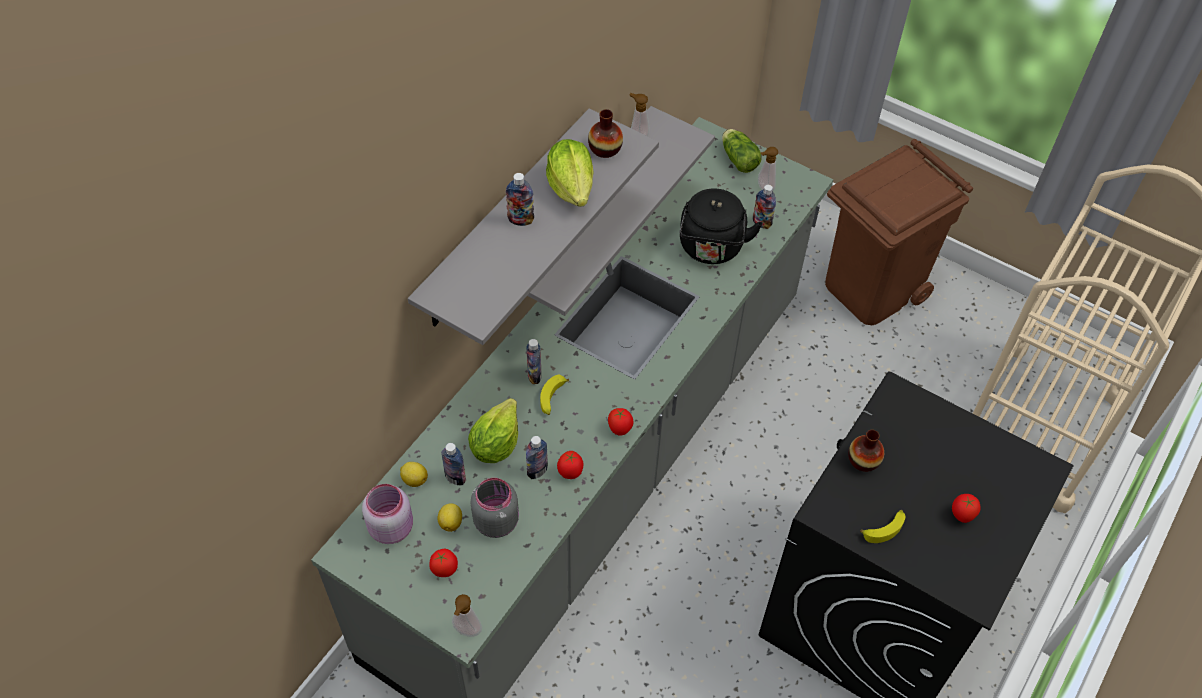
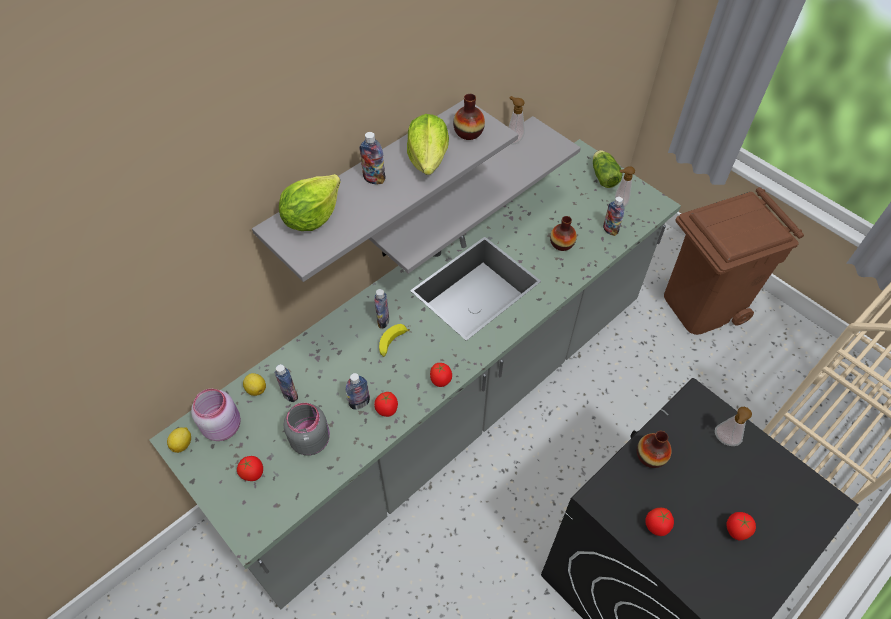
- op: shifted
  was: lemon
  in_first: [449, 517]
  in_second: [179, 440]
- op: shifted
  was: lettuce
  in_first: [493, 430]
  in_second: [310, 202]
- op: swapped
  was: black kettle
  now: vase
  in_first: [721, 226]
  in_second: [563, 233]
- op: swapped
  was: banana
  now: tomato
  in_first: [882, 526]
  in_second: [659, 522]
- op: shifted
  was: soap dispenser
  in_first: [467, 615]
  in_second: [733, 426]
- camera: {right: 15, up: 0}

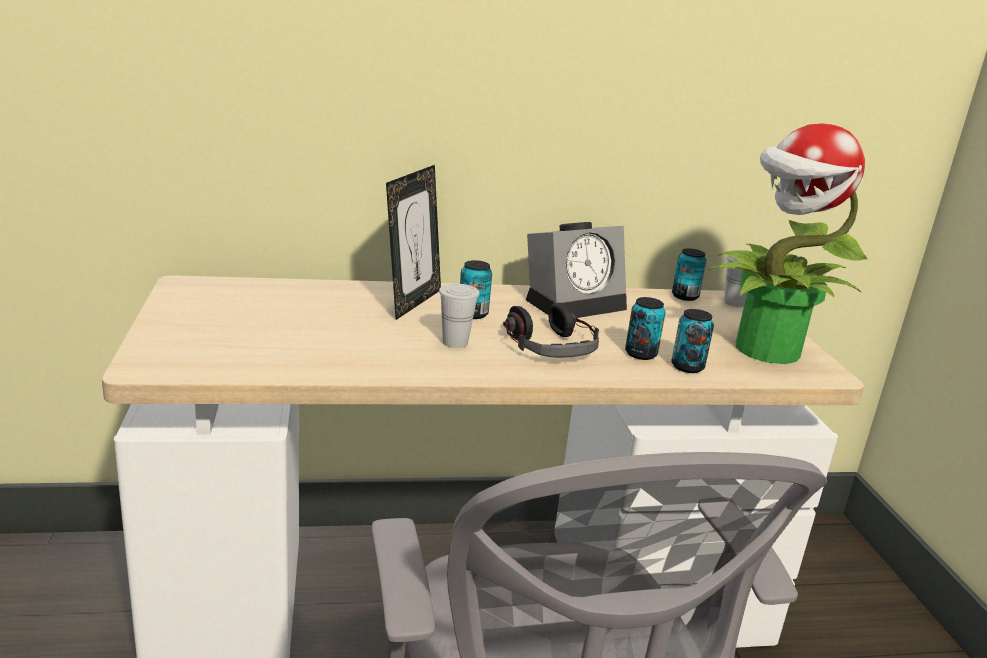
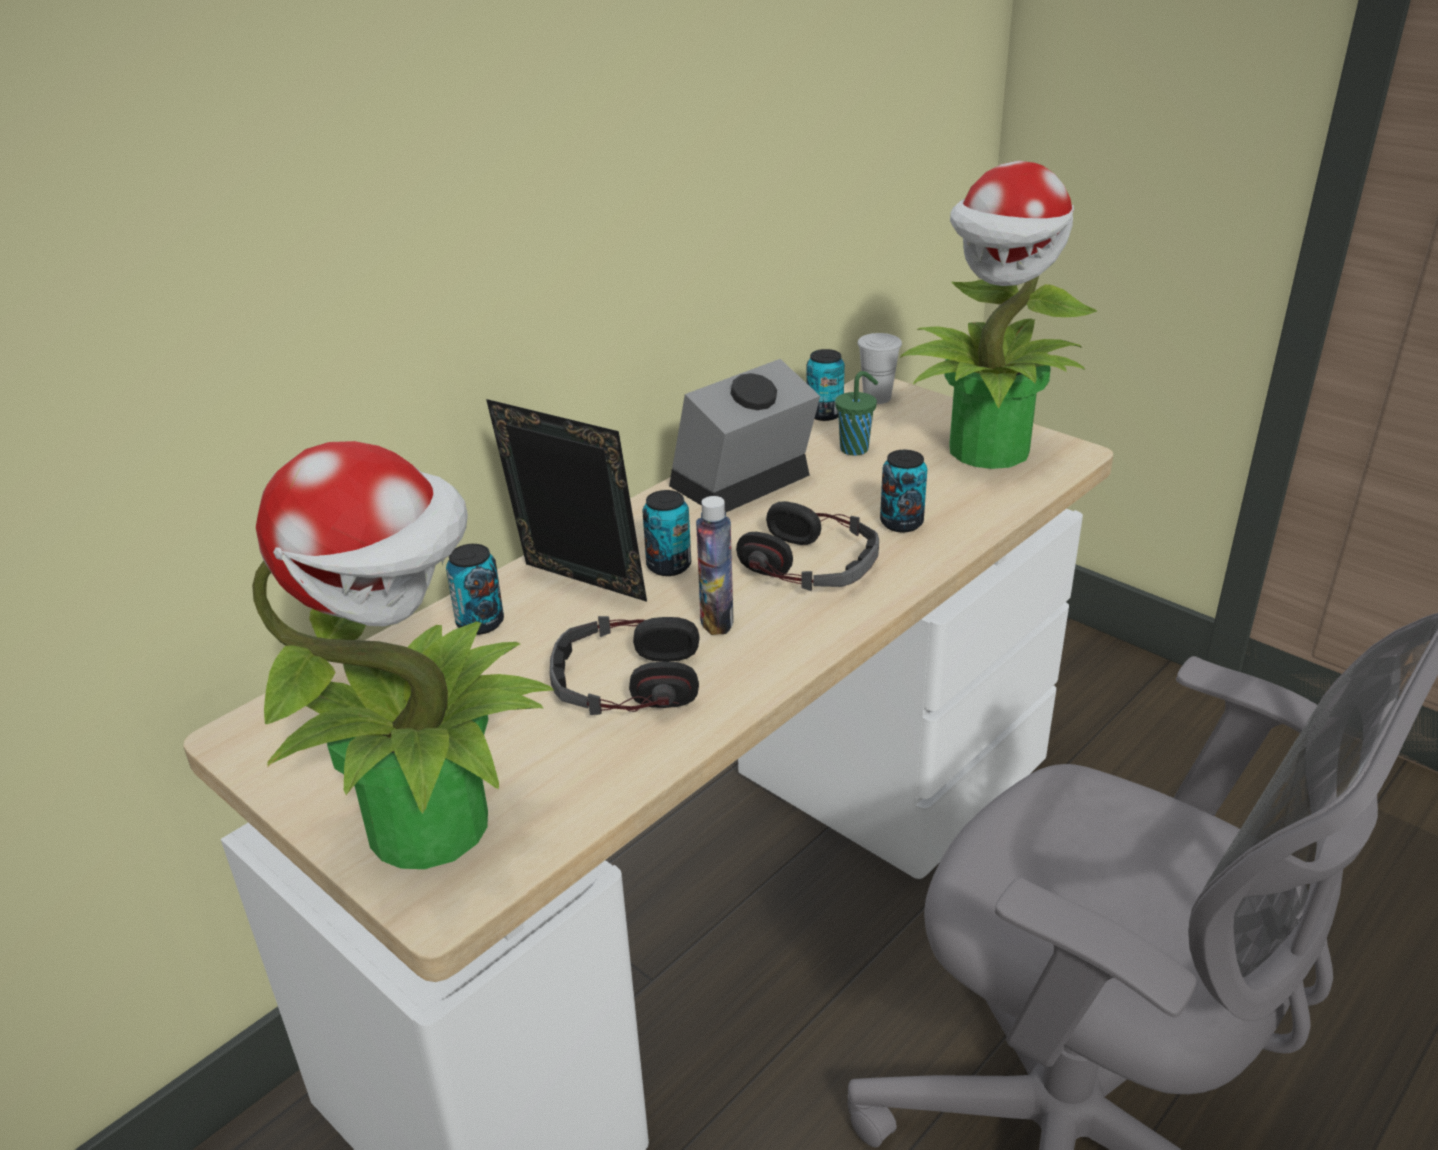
- op: new
  now: potted plant
  in_second: [403, 655]
- op: shifted
  was: can
  in_first: [692, 341]
  in_second: [475, 589]
- op: rotated
  was: picture frame
  in_first: [413, 242]
  in_second: [566, 500]
  clockwise: -45
- op: new
  now: headphones
  in_second: [624, 665]
- op: rotated
  was: alarm clock
  in_first: [576, 270]
  in_second: [744, 435]
  clockwise: -150
- op: swapped
  was: white cup
  now: bottle
  in_first: [459, 316]
  in_second: [715, 565]
- op: new
  now: green cup
  in_second: [856, 413]
- camera: {right: -35, up: 10}

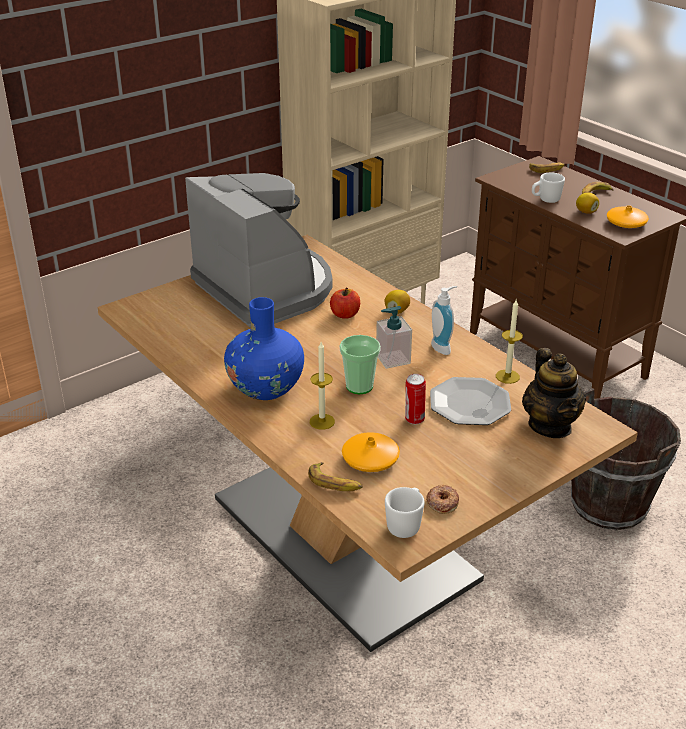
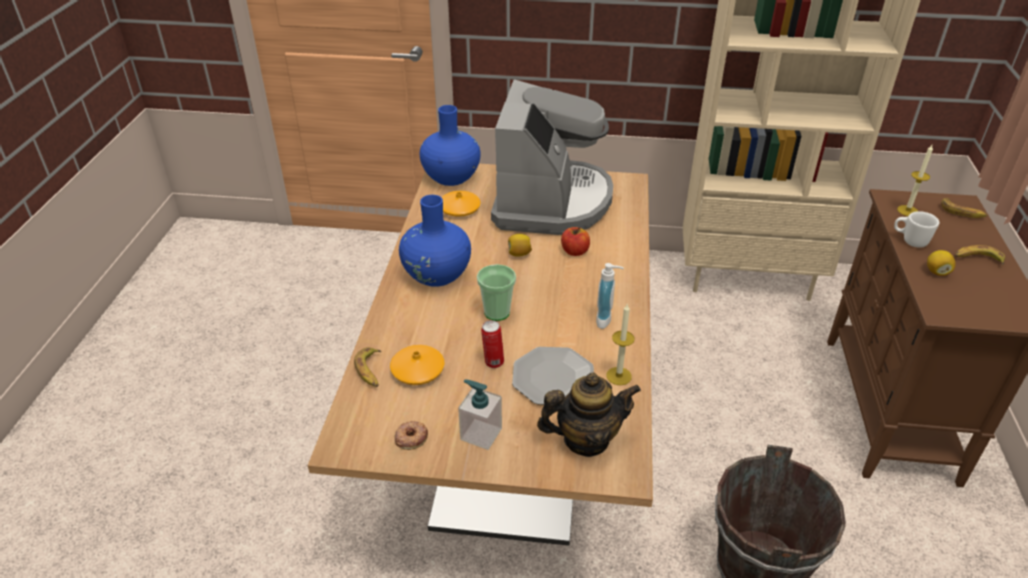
- op: new
  now: blue vase
  in_second: [450, 145]
- op: shifted
  was: orange vase
  in_first: [628, 216]
  in_second: [461, 204]
- op: shifted
  was: soap dispenser
  in_first: [394, 337]
  in_second: [480, 414]
- op: shifted
  was: lemon
  in_first: [397, 302]
  in_second: [520, 245]
- op: rotated
  was: teapot
  in_first: [554, 393]
  in_second: [589, 415]
  clockwise: -135
- op: shifted
  was: candle
  in_first: [322, 386]
  in_second: [915, 180]
- op: gone
  was: white mug
  in_first: [405, 512]
- camera: {right: 45, up: 5}

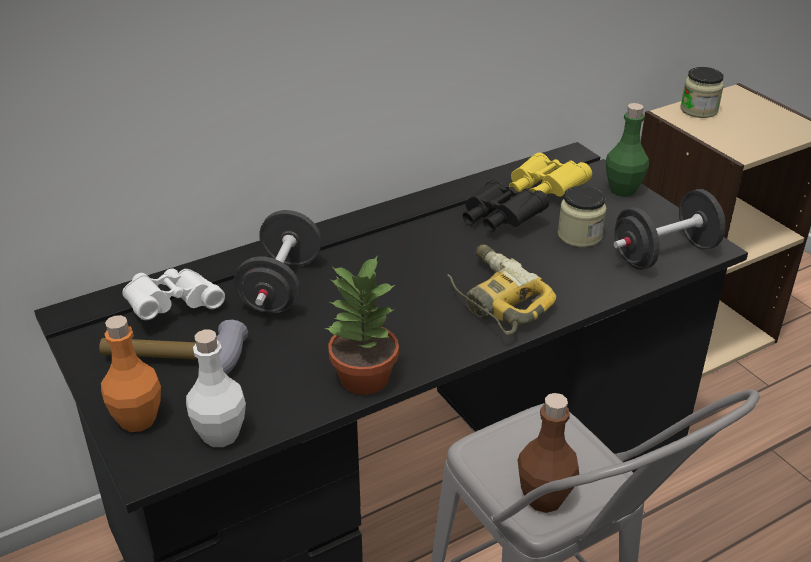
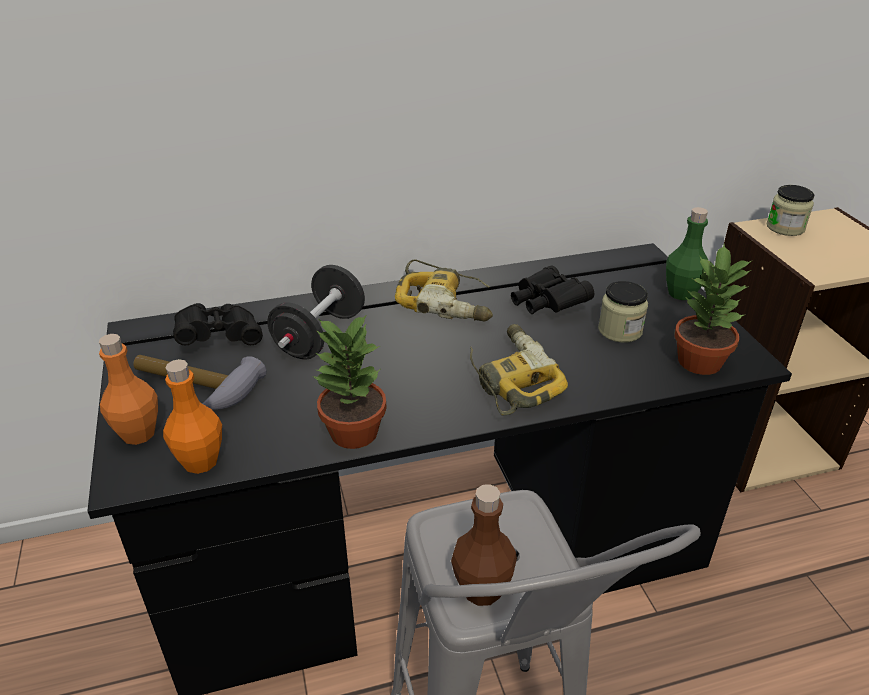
- op: repainted
  was: white bottle
  now: orange bottle
  in_first: [216, 388]
  in_second: [192, 416]
- op: repainted
  was: white binoculars
  now: black binoculars
  in_first: [173, 294]
  in_second: [218, 324]
- op: new
  now: power drill
  in_second: [444, 290]
- op: swapped
  was: black dumbbell
  now: potted plant
  in_first: [669, 229]
  in_second: [712, 309]
- op: gone
  was: yellow binoculars
  in_first: [550, 175]
- camera: {right: 15, up: 0}

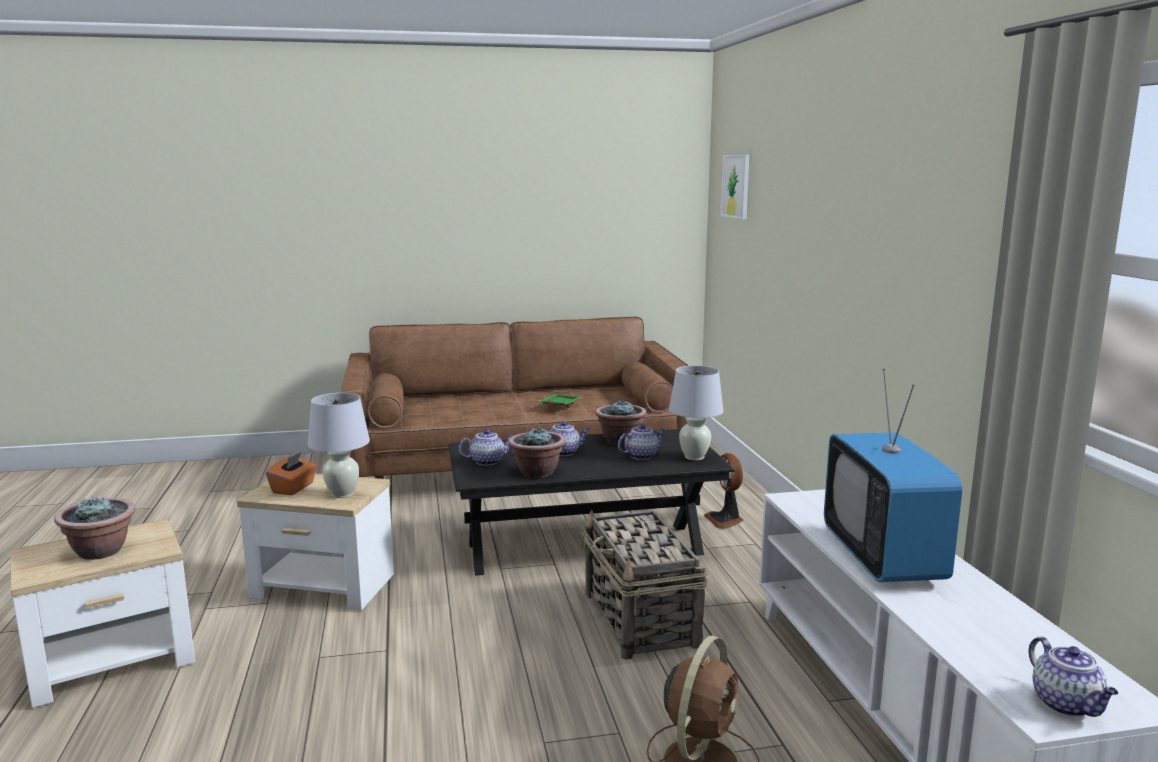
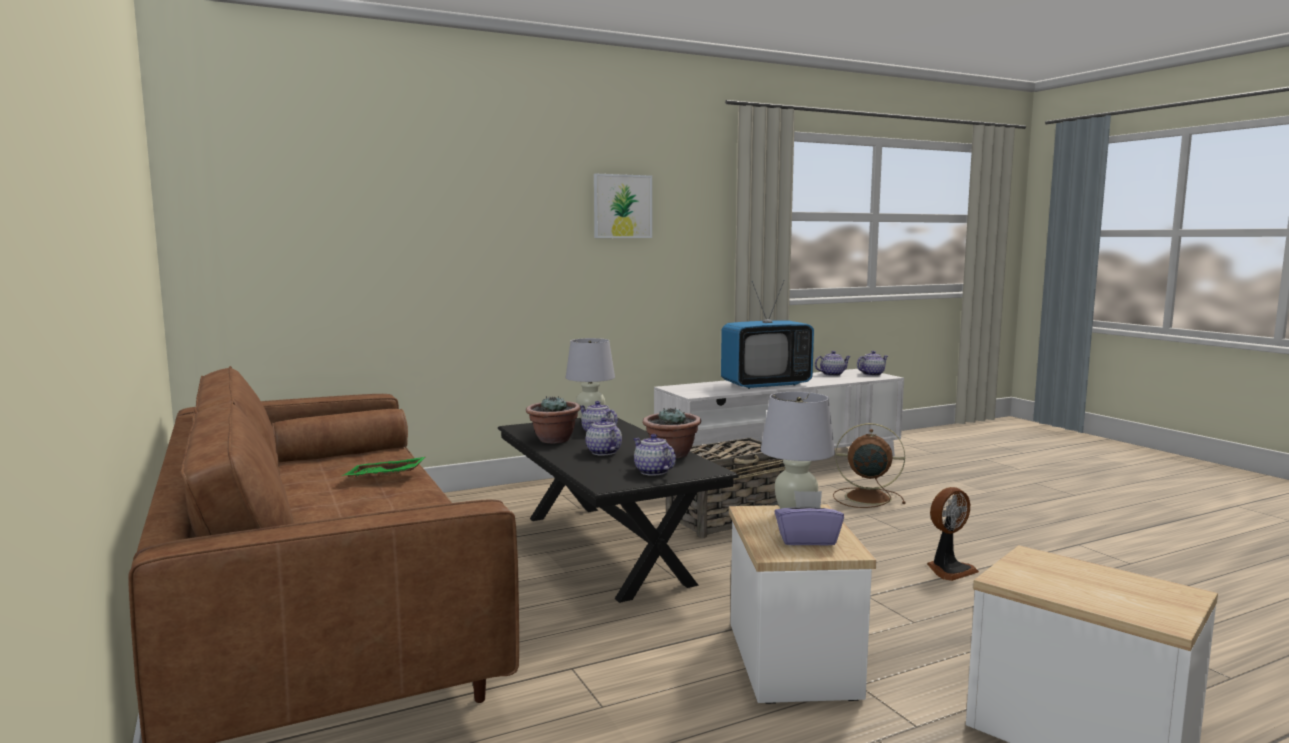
- op: shifted
  was: picture
  in_first: [734, 187]
  in_second: [623, 205]
- op: repainted
  was: orange tissue box
  now: purple tissue box
  in_first: [291, 473]
  in_second: [809, 518]
- op: new
  now: teapot
  in_second: [833, 363]
- op: shifted
  was: fan
  in_first: [724, 491]
  in_second: [953, 534]
- op: gone
  was: potted plant
  in_first: [94, 528]
- camera: {right: -105, up: -5}

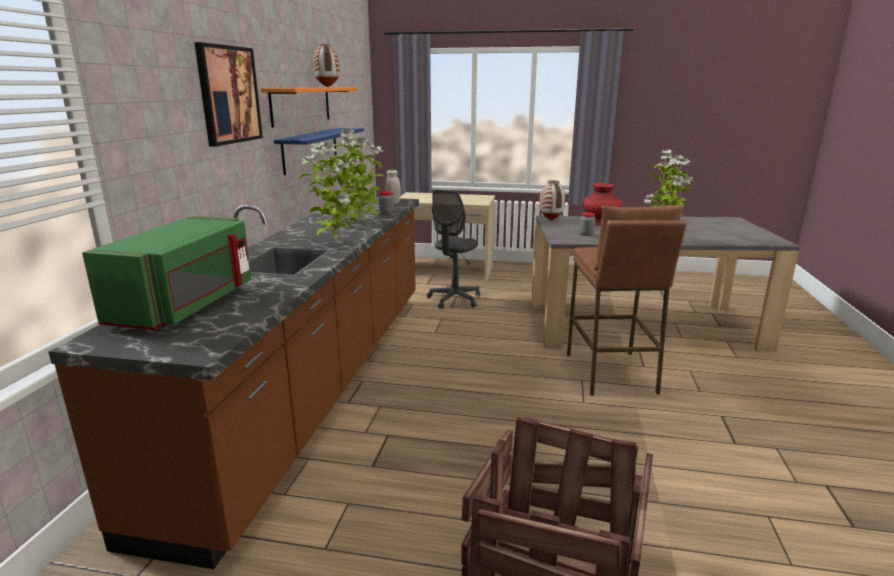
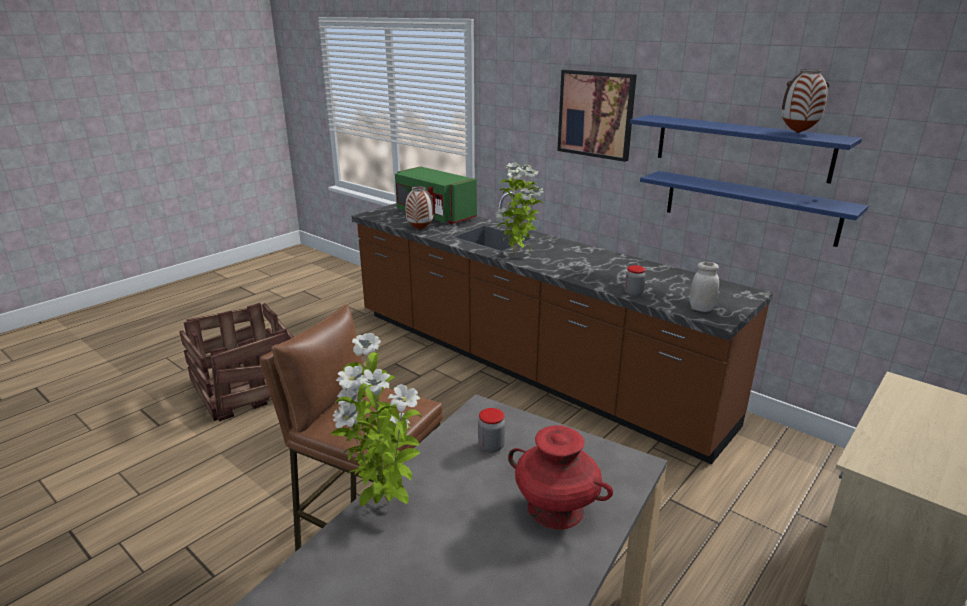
- op: shifted
  was: vase
  in_first: [552, 200]
  in_second: [419, 208]
- op: repainted
  was: orange shelf
  now: blue shelf
  in_first: [309, 108]
  in_second: [746, 149]
- op: gone
  was: potted plant
  in_first: [360, 176]
- op: gone
  was: grey office chair
  in_first: [453, 249]
- camera: {right: 120, up: 5}

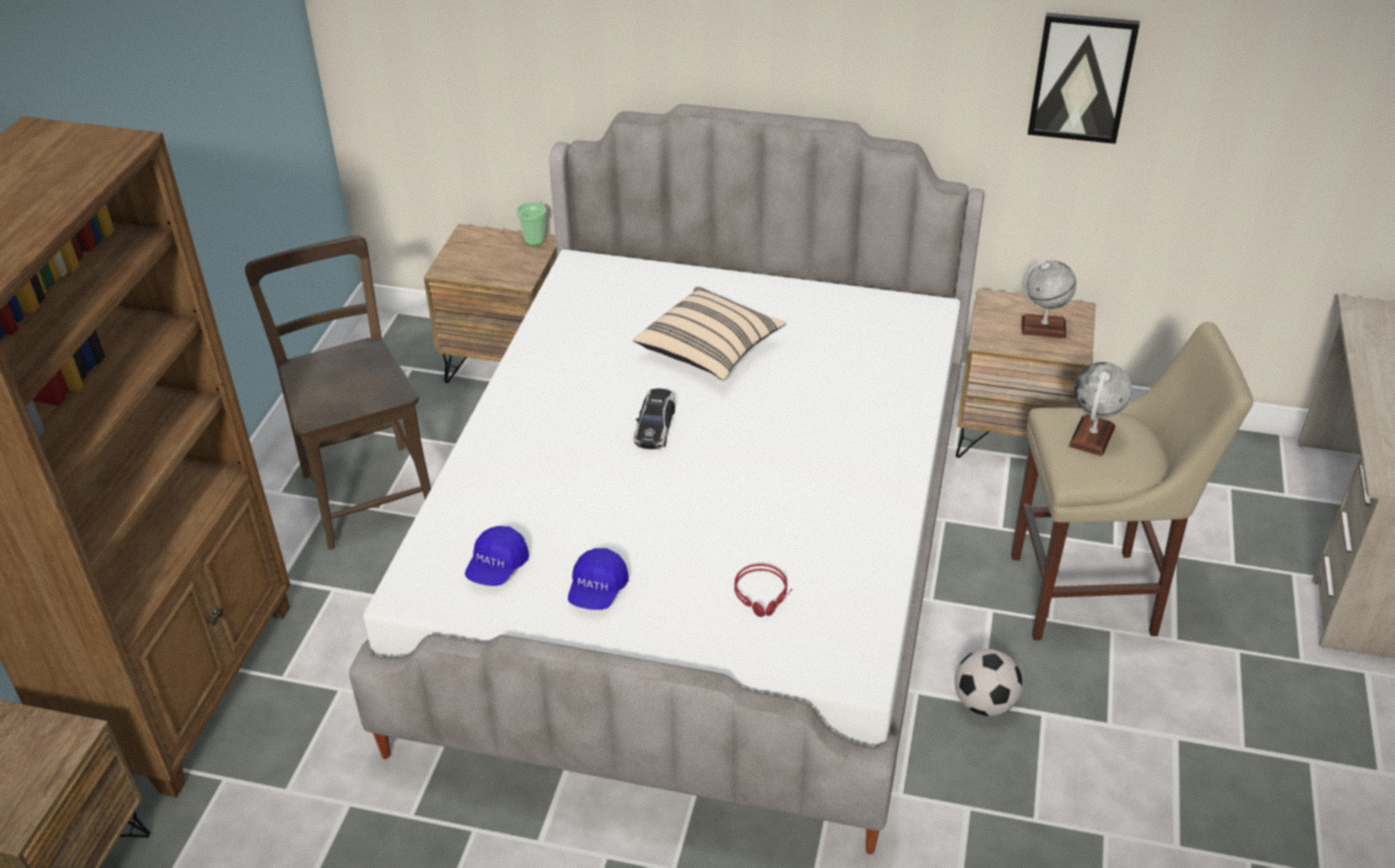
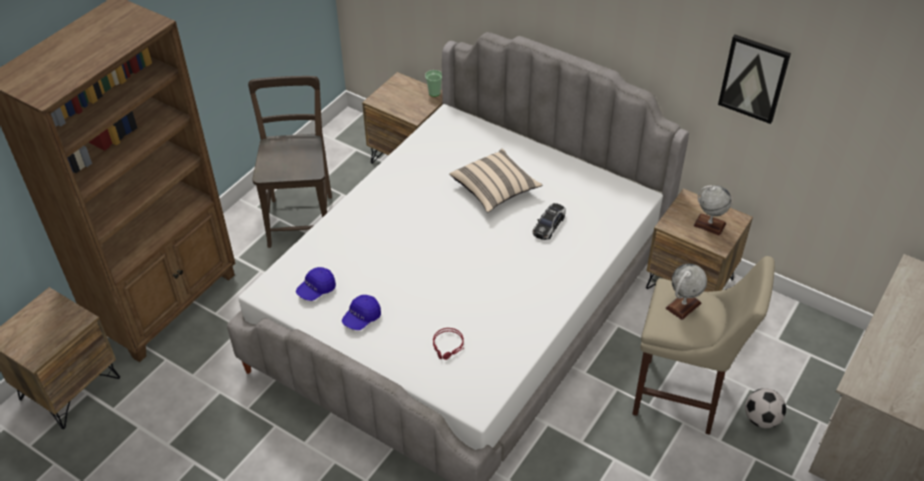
- op: shifted
  was: toy car
  in_first: [654, 418]
  in_second: [549, 221]
- op: shifted
  was: football
  in_first: [988, 682]
  in_second: [765, 408]
- camera: {right: 20, up: 5}

